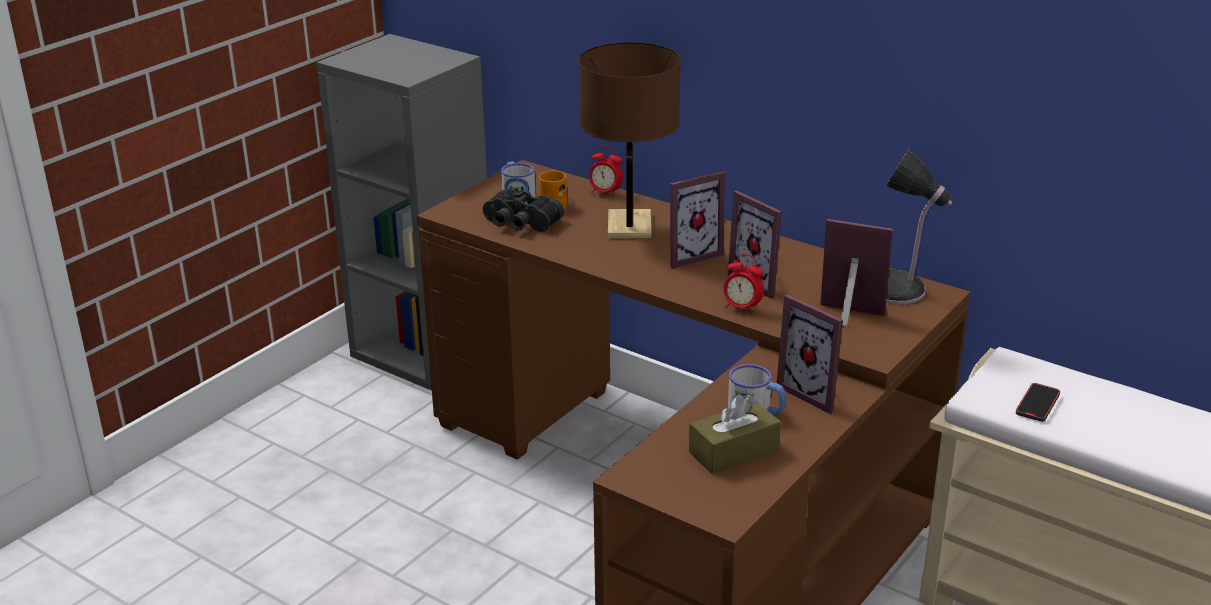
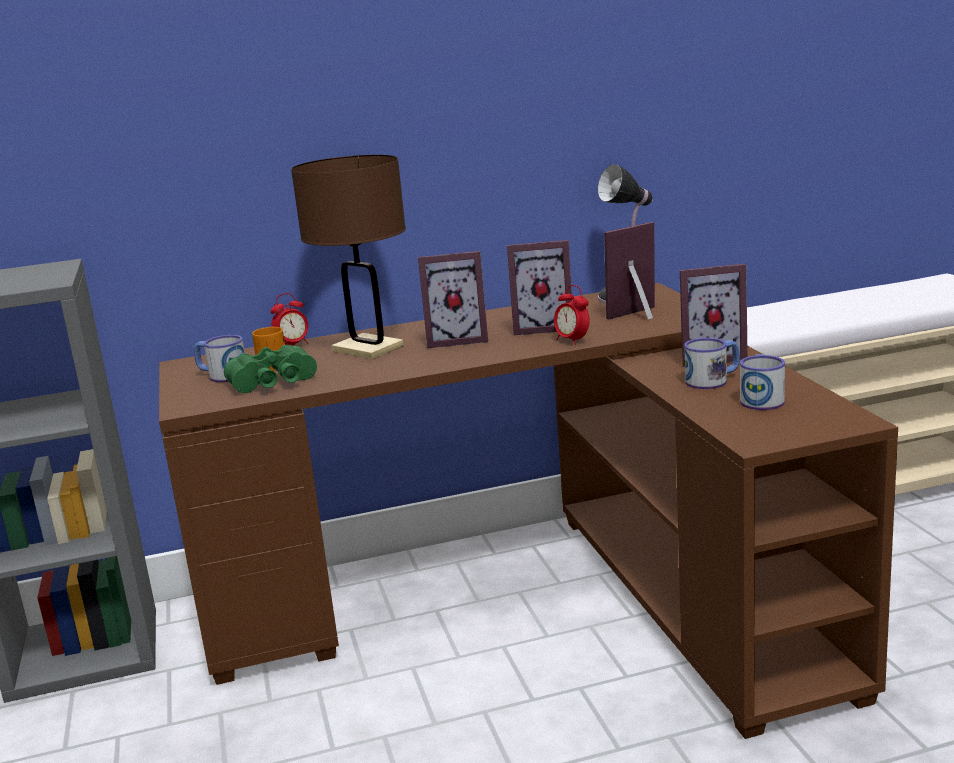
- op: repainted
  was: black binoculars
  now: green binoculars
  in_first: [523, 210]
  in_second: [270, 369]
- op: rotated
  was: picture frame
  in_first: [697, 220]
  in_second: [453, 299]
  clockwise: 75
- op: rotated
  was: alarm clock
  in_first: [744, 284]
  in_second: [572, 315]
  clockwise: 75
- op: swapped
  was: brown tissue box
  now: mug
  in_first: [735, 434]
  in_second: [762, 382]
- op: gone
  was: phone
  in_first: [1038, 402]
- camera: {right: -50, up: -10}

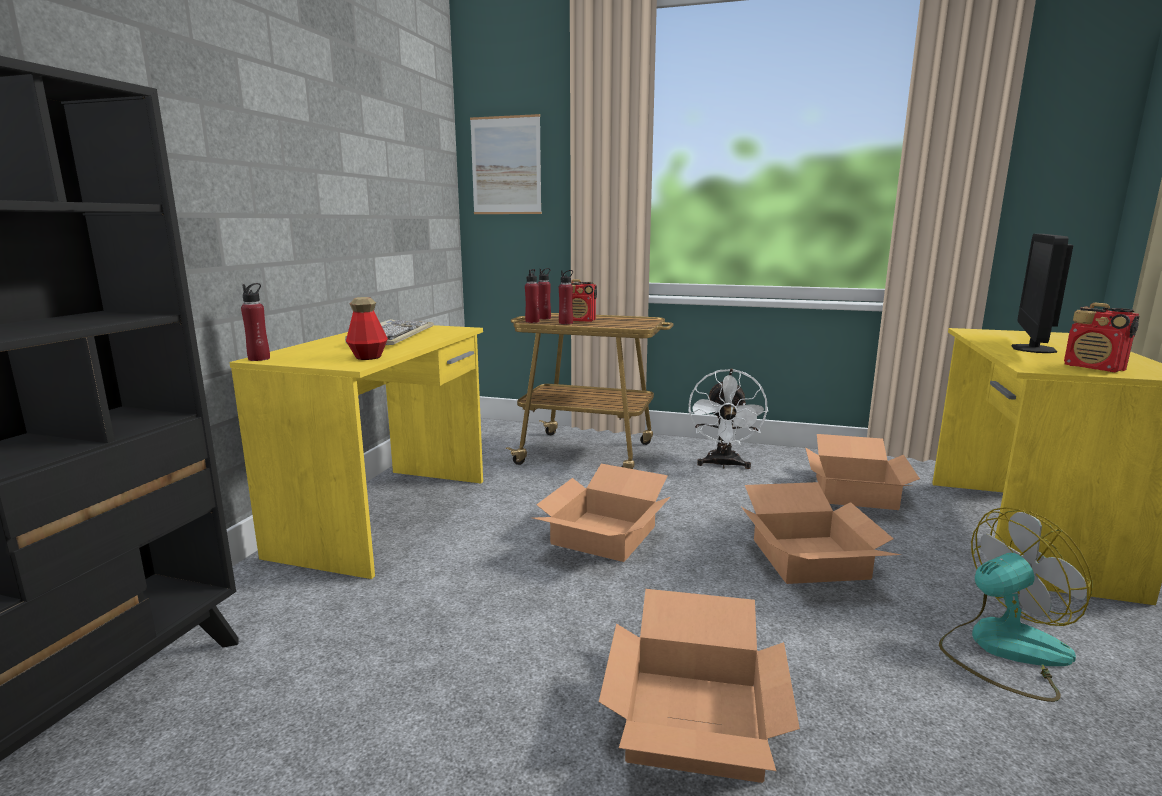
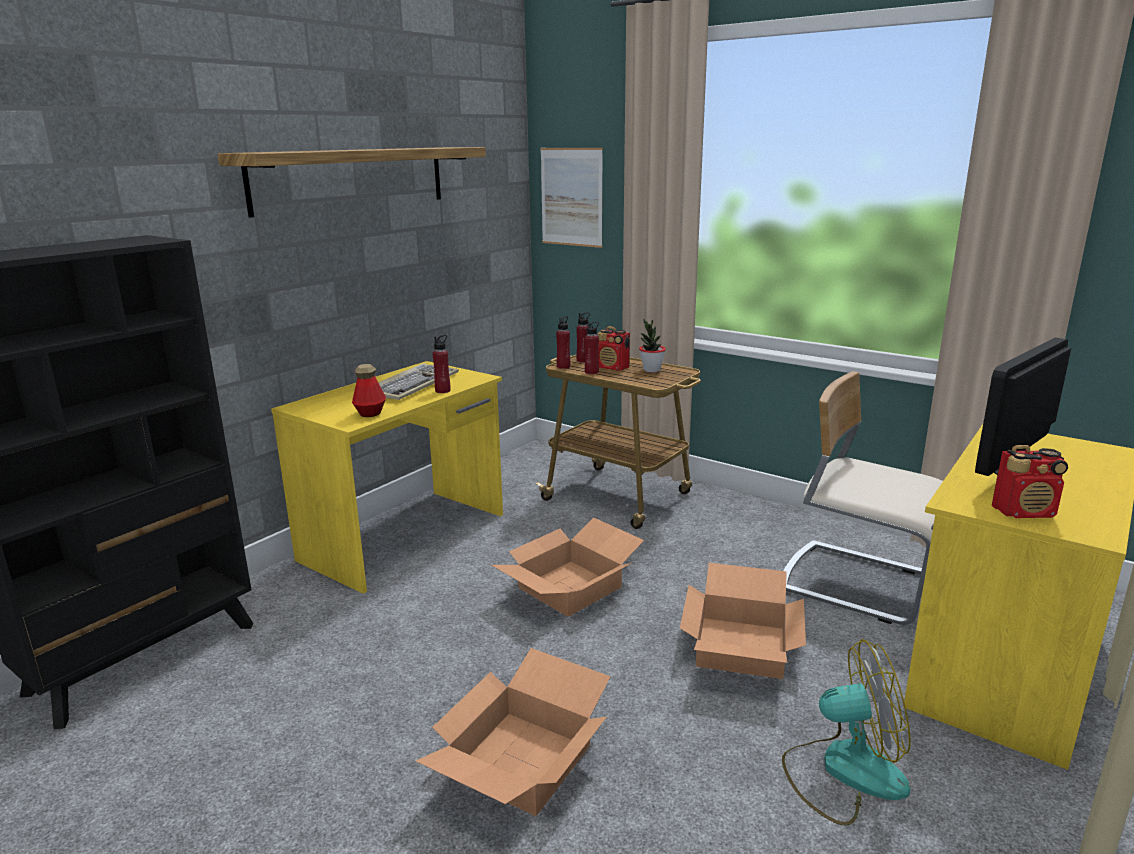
- op: new
  now: shelf
  in_second: [352, 182]
- op: shifted
  was: red bottle
  in_first: [255, 322]
  in_second: [442, 364]
- op: new
  now: potted plant
  in_second: [652, 346]
- op: swapped
  was: cardboard box
  now: beige chair
  in_first: [862, 472]
  in_second: [863, 498]
- op: rotated
  was: radio
  in_first: [1101, 337]
  in_second: [1030, 481]
  clockwise: -75
- op: gone
  was: white fan
  in_first: [728, 419]
- camera: {right: 20, up: 5}

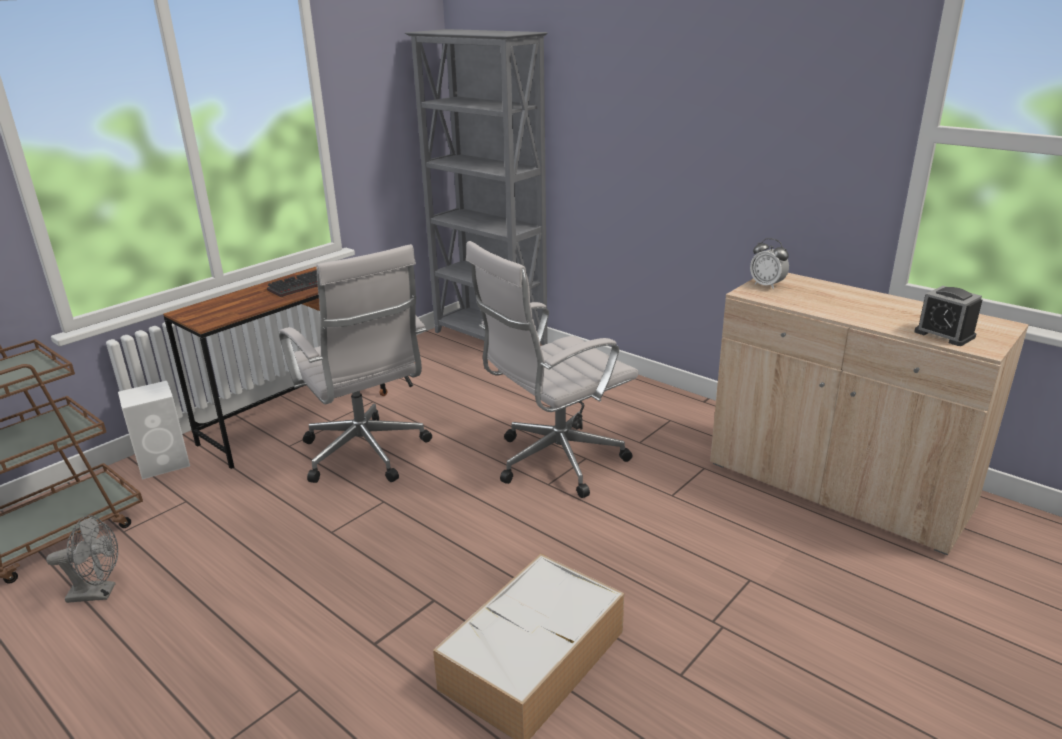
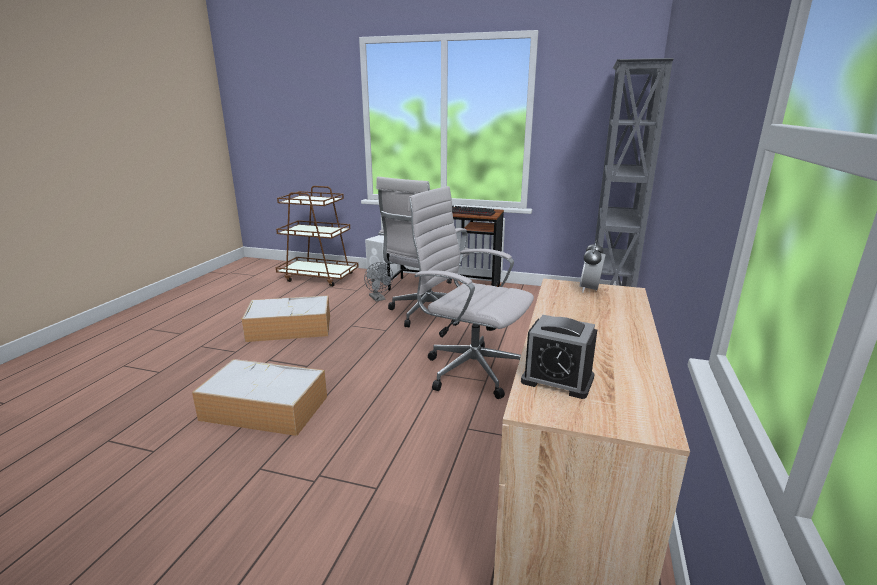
- op: new
  now: storage box
  in_second: [285, 318]
- op: shifted
  was: grey fan
  in_first: [82, 559]
  in_second: [378, 282]
- op: rotated
  was: alarm clock
  in_first: [948, 316]
  in_second: [559, 357]
  clockwise: -90
- camera: {right: 65, up: -5}

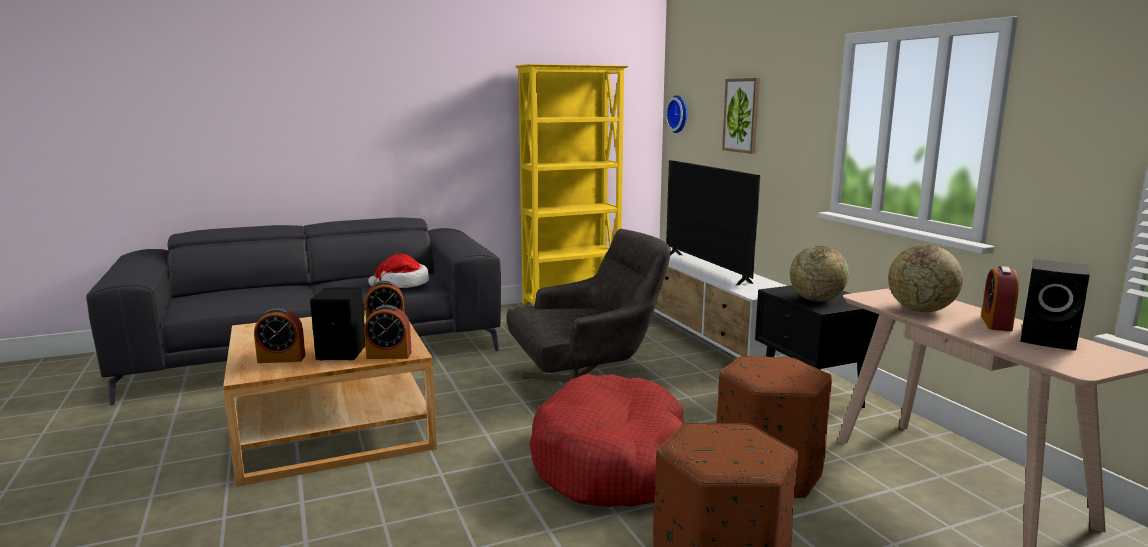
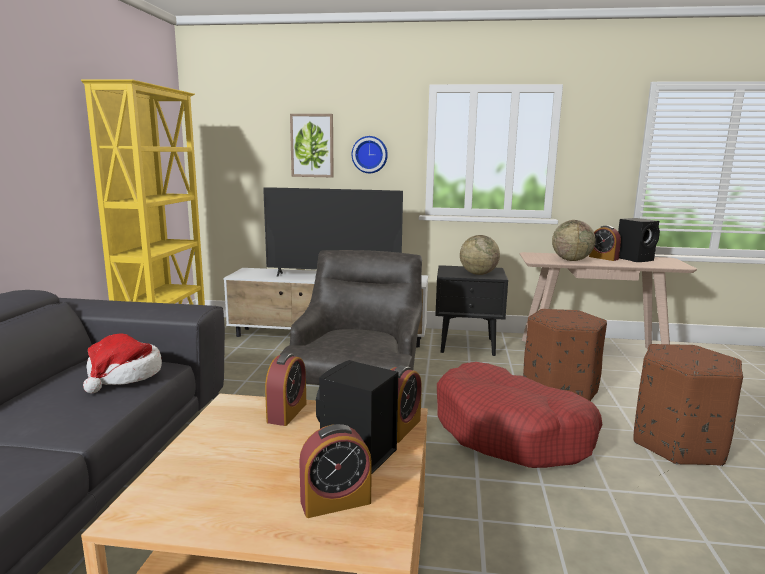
- op: rotated
  was: alarm clock
  in_first: [280, 335]
  in_second: [335, 471]
  clockwise: 45
- op: shifted
  was: wall clock
  in_first: [676, 114]
  in_second: [370, 154]
- camera: {right: -60, up: 0}

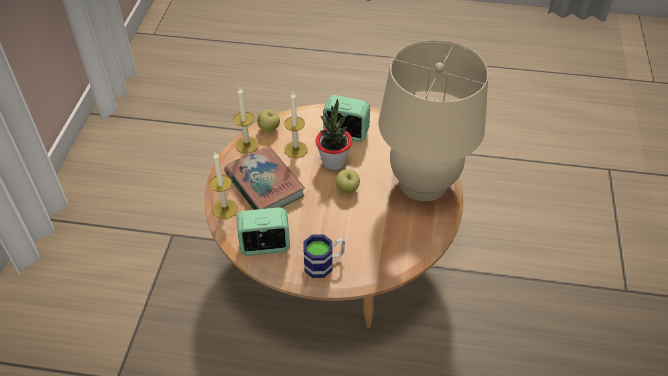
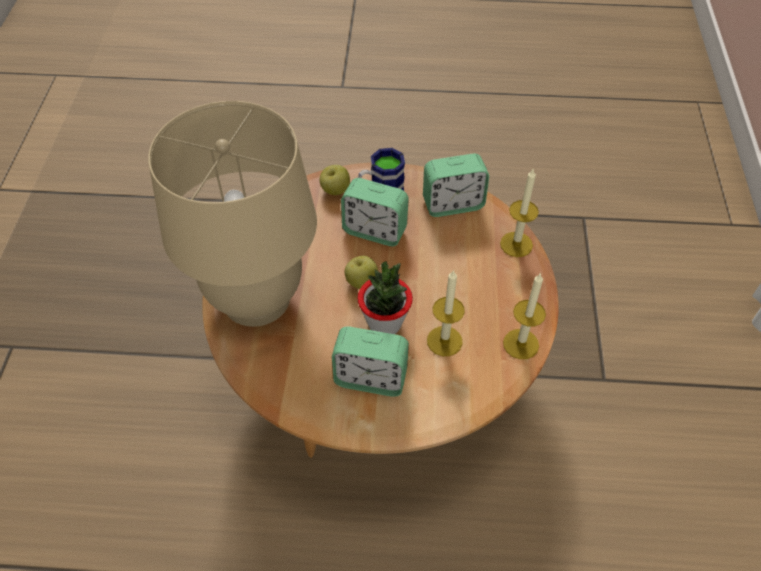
- op: shifted
  was: apple
  in_first: [268, 121]
  in_second: [335, 180]
- op: new
  now: alarm clock
  in_second: [375, 212]
- op: gone
  was: book
  in_first: [265, 178]
- camera: {right: 175, up: 5}

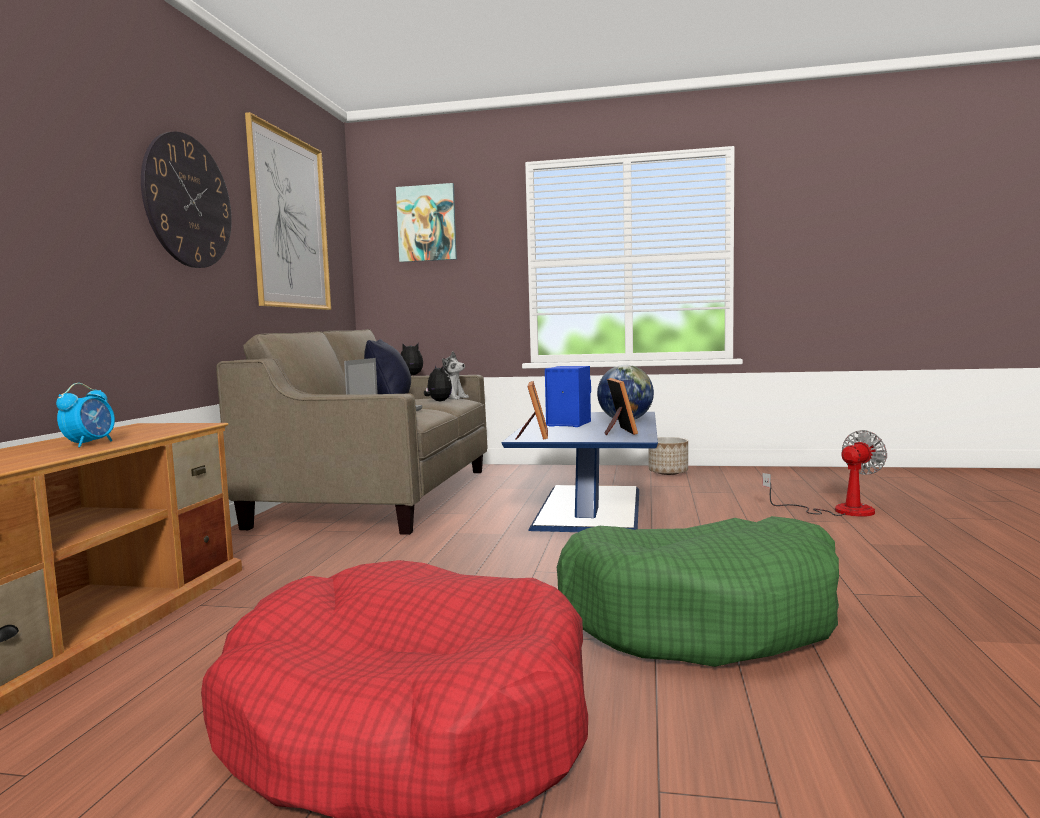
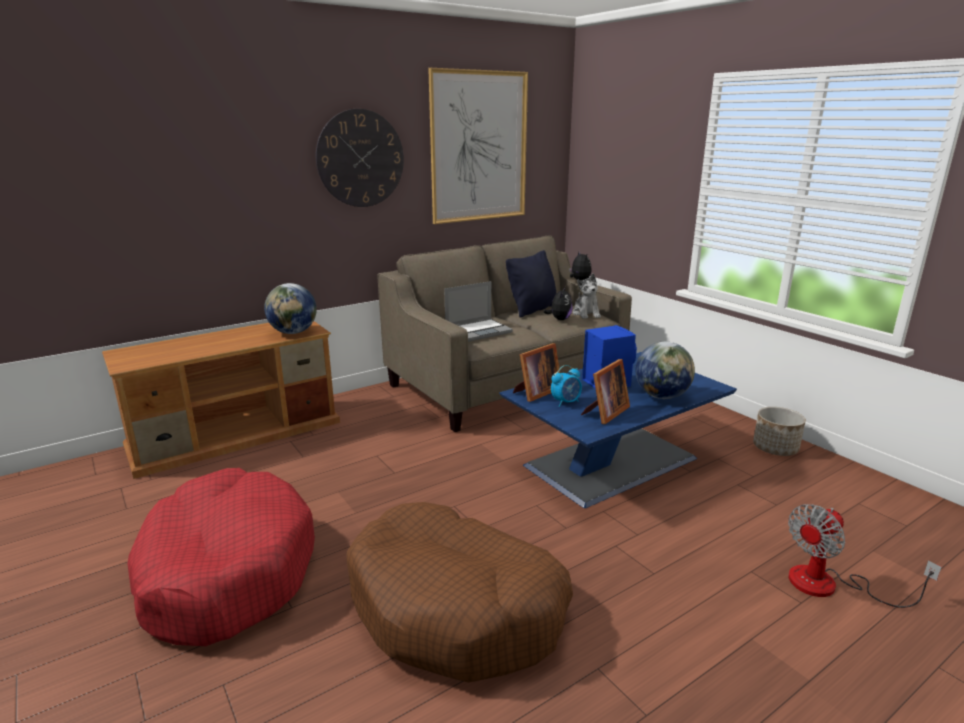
- op: new
  now: globe
  in_second: [290, 308]
- op: repainted
  was: green dog bed
  now: brown dog bed
  in_first: [698, 591]
  in_second: [460, 592]
- op: shifted
  was: alarm clock
  in_first: [85, 415]
  in_second: [566, 386]
- op: rotated
  was: fan
  in_first: [824, 473]
  in_second: [864, 556]
  clockwise: 135
- op: gone
  was: picture
  in_first: [426, 222]
- camera: {right: 45, up: 15}

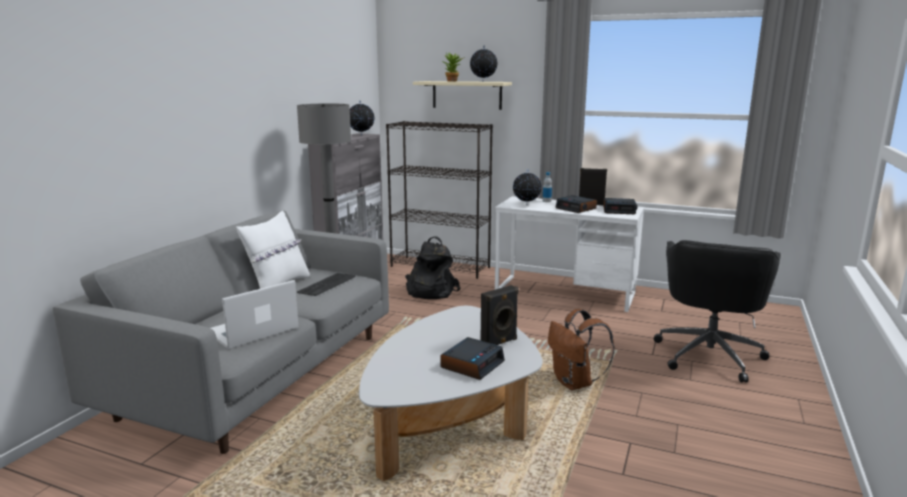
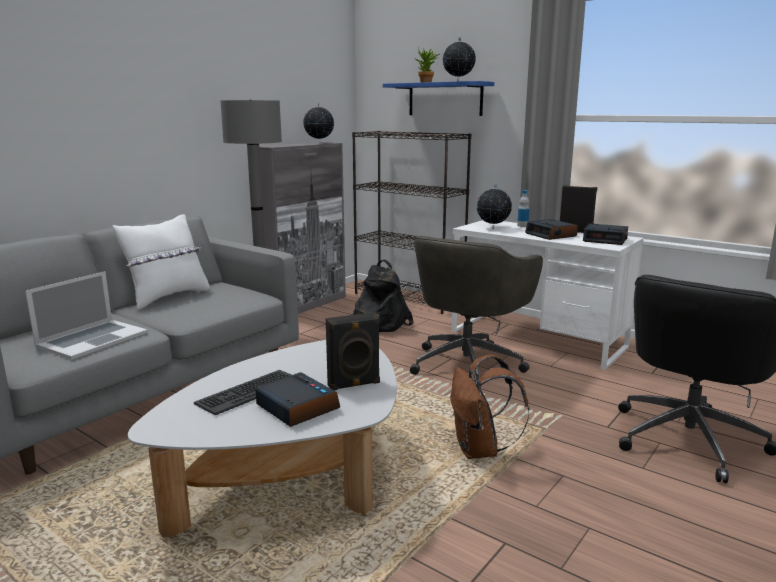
- op: rotated
  was: laptop
  in_first: [254, 314]
  in_second: [86, 315]
  clockwise: 150
- op: shifted
  was: keyboard
  in_first: [326, 284]
  in_second: [243, 392]
- op: rotated
  was: alarm clock
  in_first: [472, 358]
  in_second: [297, 399]
  clockwise: -90
- op: repainted
  was: beige shelf
  now: blue shelf
  in_first: [462, 95]
  in_second: [438, 98]
- op: new
  now: grey office chair
  in_second: [476, 312]
- camera: {right: 15, up: 0}

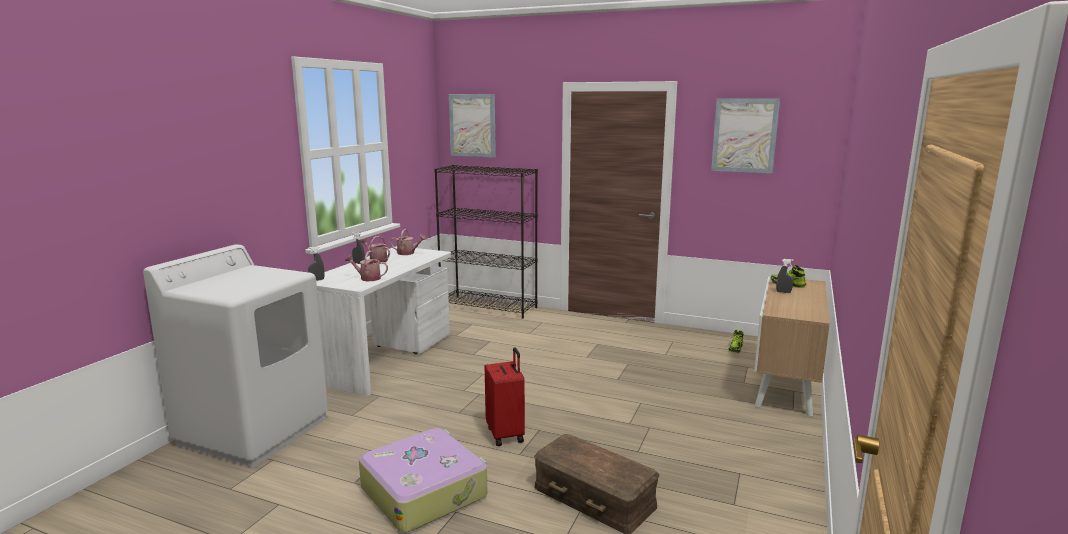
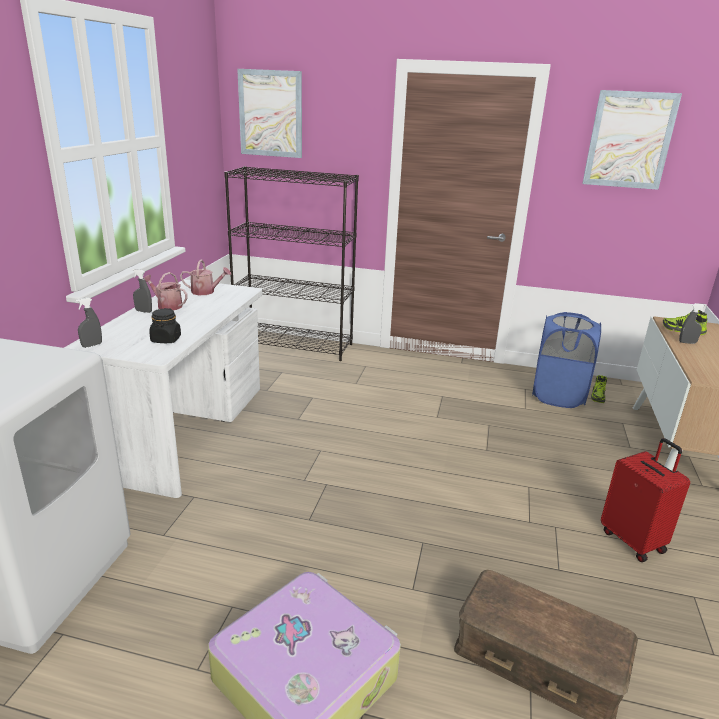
- op: swapped
  was: watering can
  now: black jar
  in_first: [366, 266]
  in_second: [165, 325]
- op: new
  now: blue laundry basket
  in_second: [566, 360]
- op: shifted
  was: red suitcase
  in_first: [505, 396]
  in_second: [645, 500]
- camera: {right: -10, up: 10}

